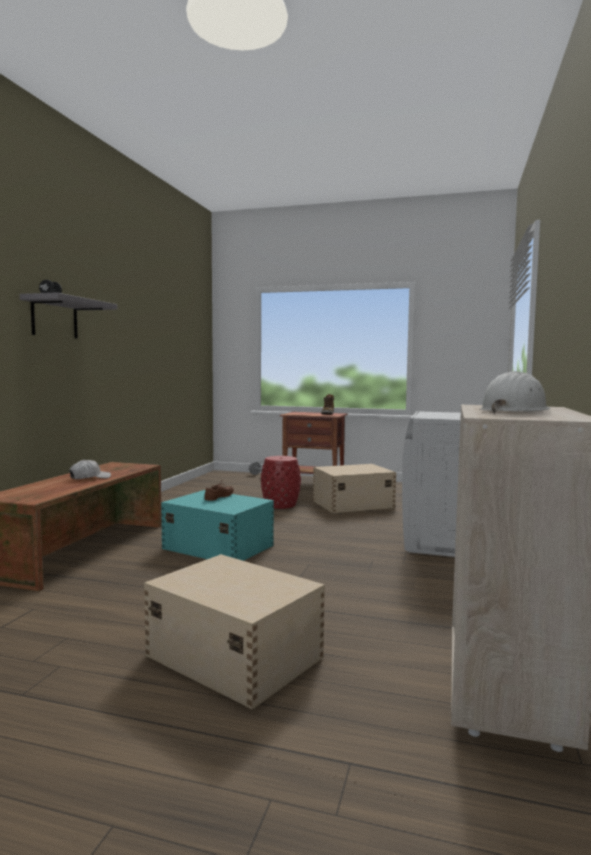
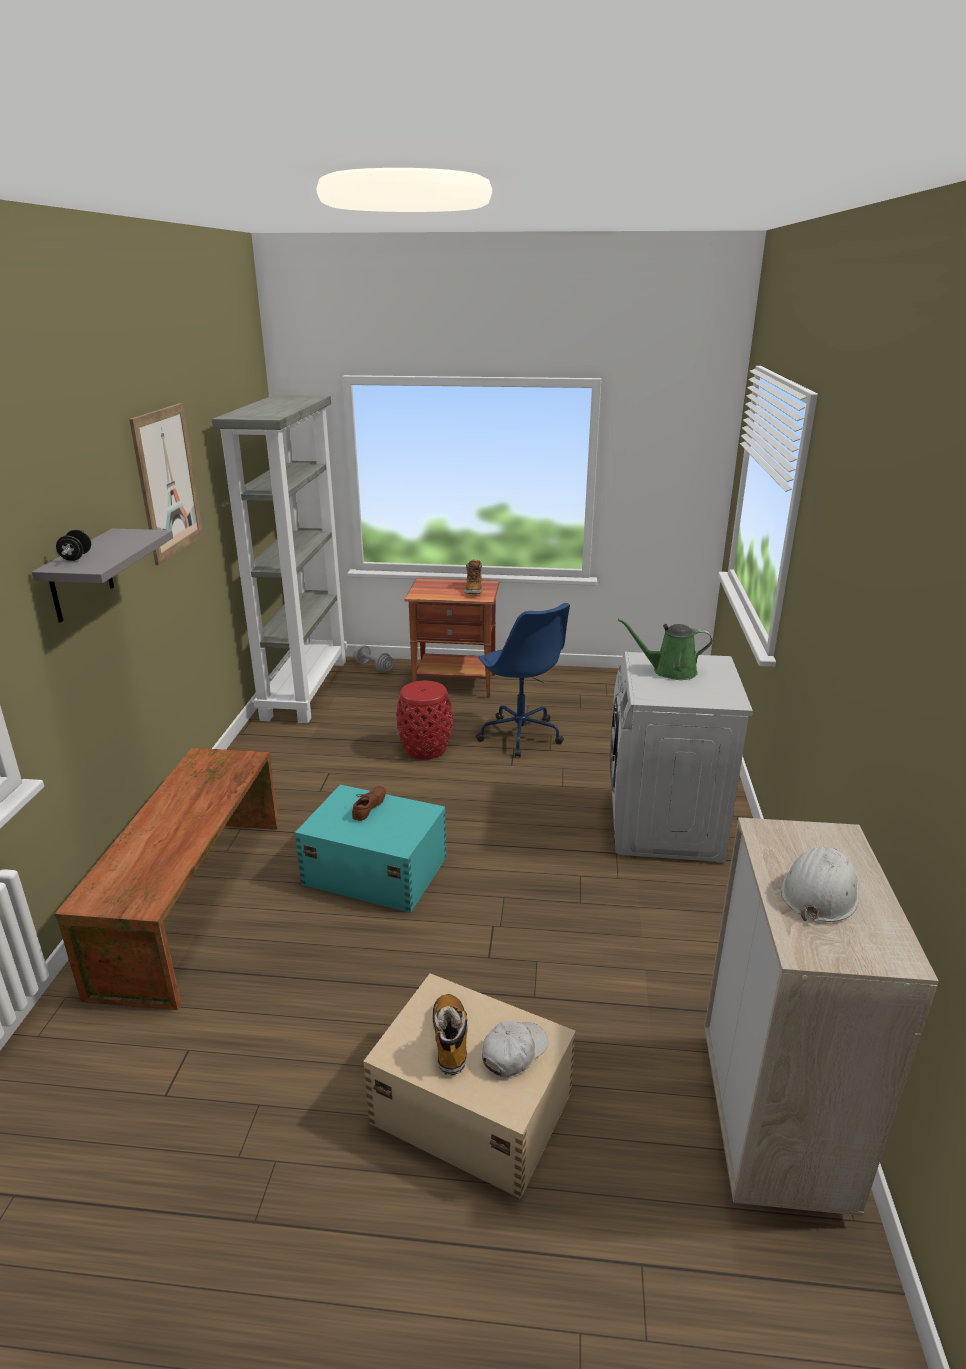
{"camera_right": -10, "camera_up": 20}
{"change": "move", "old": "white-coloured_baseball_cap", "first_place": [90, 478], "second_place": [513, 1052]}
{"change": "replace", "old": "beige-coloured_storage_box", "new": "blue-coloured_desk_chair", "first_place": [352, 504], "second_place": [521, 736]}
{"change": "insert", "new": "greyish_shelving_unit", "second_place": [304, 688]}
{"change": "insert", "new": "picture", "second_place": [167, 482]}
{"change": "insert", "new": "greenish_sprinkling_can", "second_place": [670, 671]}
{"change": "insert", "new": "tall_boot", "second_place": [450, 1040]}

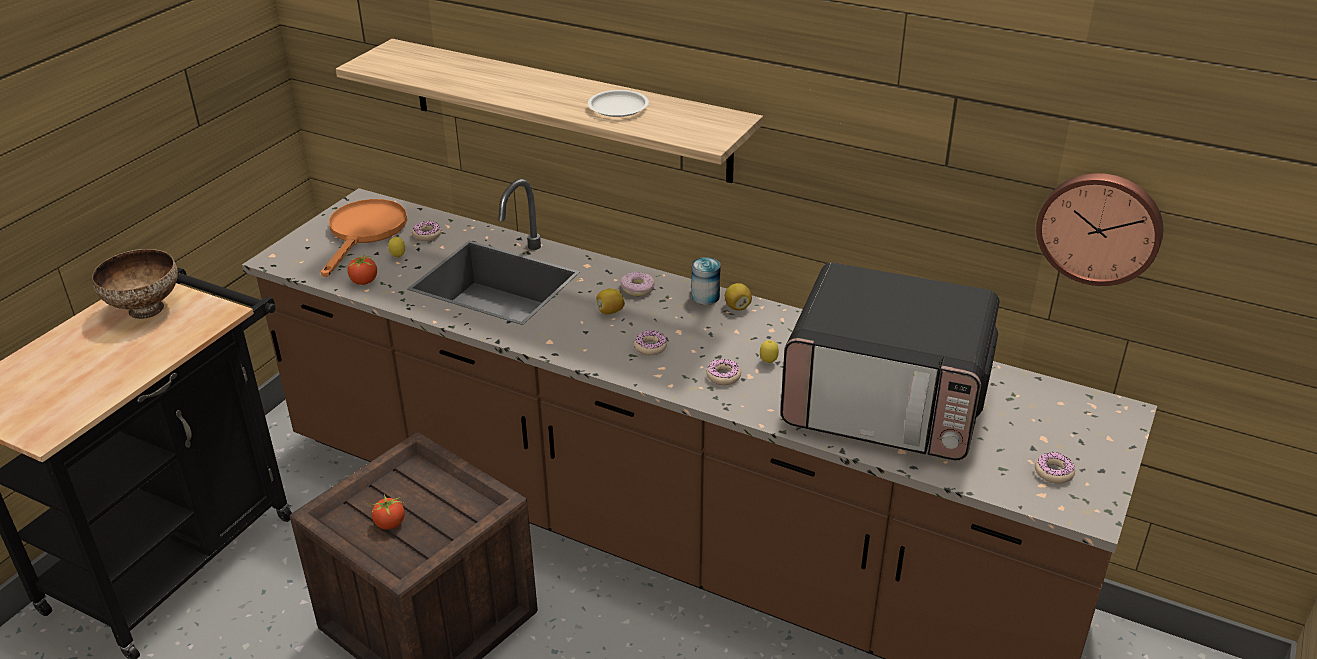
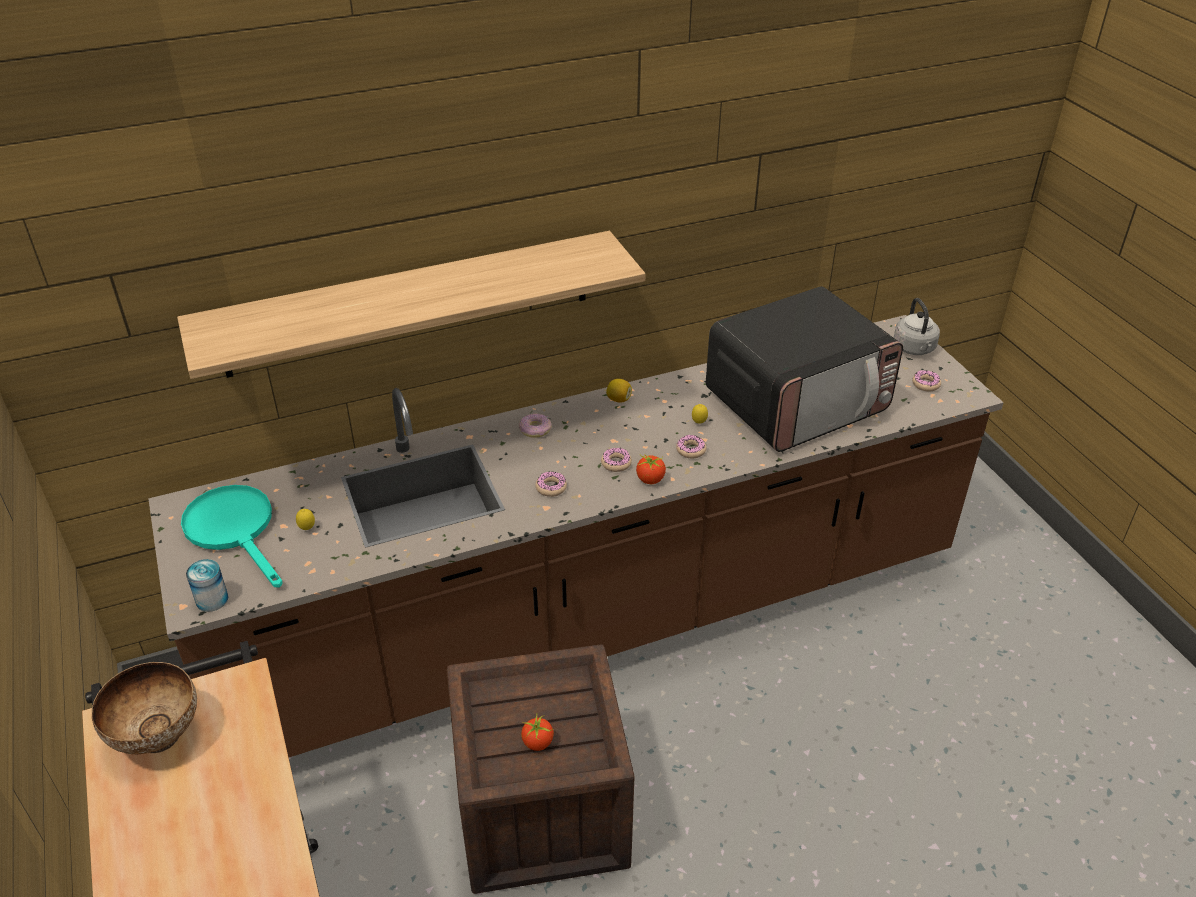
{"camera_right": -50, "camera_up": 5}
{"change": "delete", "old": "white-coloured_dinner_plate", "first_place": [618, 108]}
{"change": "delete", "old": "wall_clock", "first_place": [1100, 227]}
{"change": "recolor", "old": "orange-coloured_skillet", "new": "turquoise_skillet", "first_place": [365, 232], "second_place": [235, 530]}
{"change": "move", "old": "ring_doughnut", "first_place": [427, 235], "second_place": [551, 487]}
{"change": "move", "old": "fresh_tomato", "first_place": [364, 281], "second_place": [650, 479]}
{"change": "move", "old": "can", "first_place": [705, 296], "second_place": [212, 599]}
{"change": "delete", "old": "citrus_fruit", "first_place": [610, 311]}
{"change": "insert", "new": "greyish_tea_kettle", "second_place": [914, 349]}

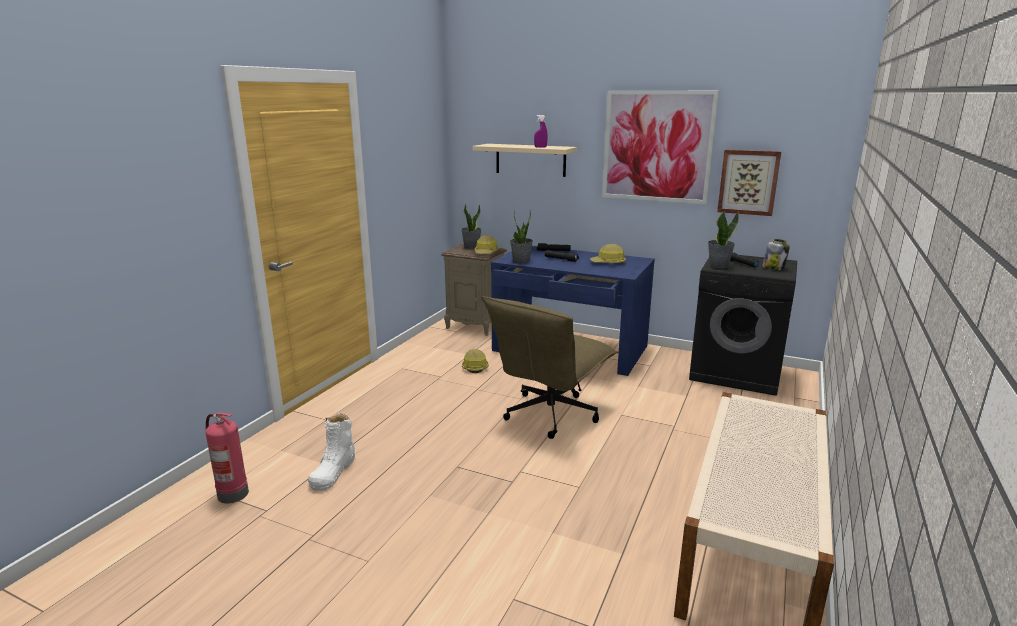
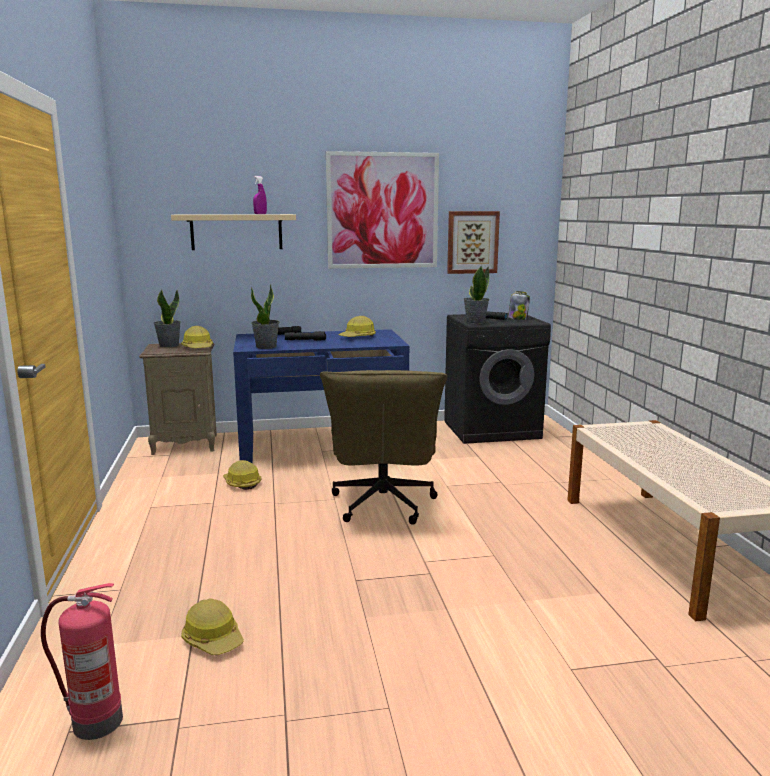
{"camera_right": -35, "camera_up": -5}
{"change": "replace", "old": "white-coloured_tall_boot", "new": "safety_helmet", "first_place": [333, 471], "second_place": [214, 639]}

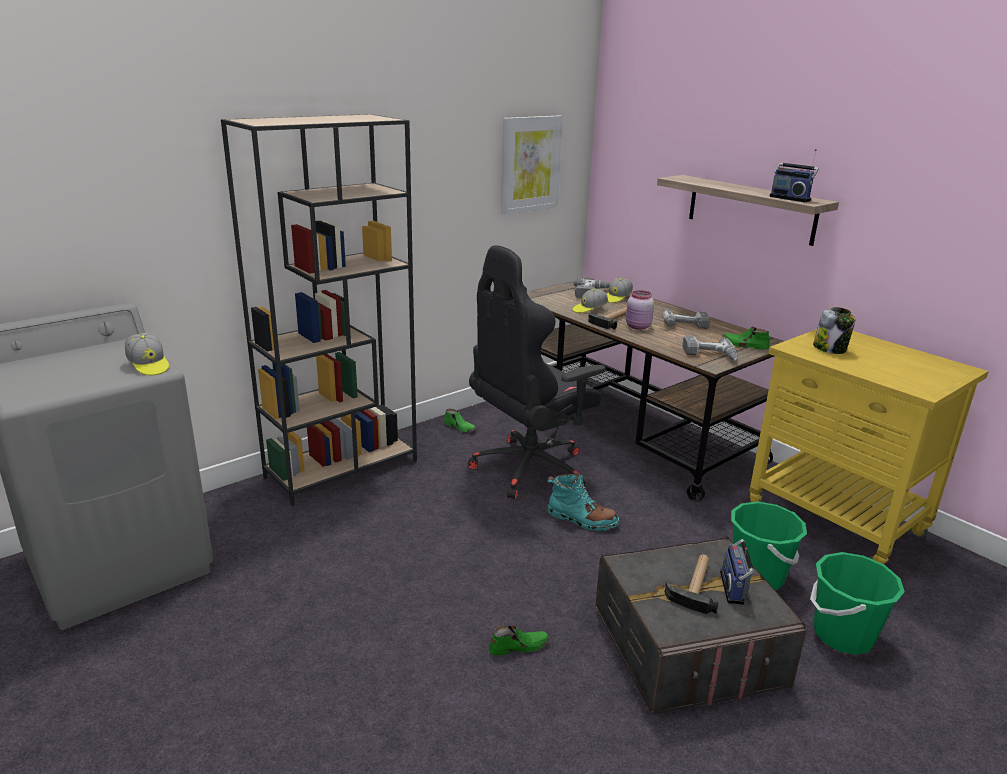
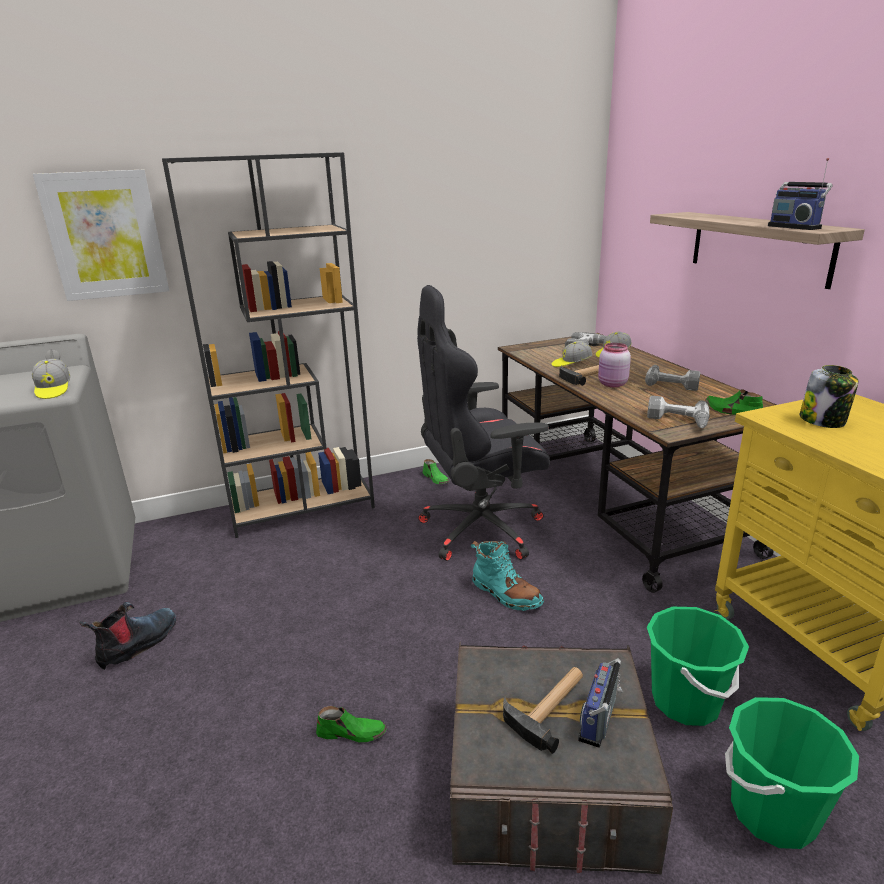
{"camera_right": 20, "camera_up": 0}
{"change": "move", "old": "picture", "first_place": [530, 164], "second_place": [105, 235]}
{"change": "insert", "new": "tall_boot", "second_place": [138, 644]}

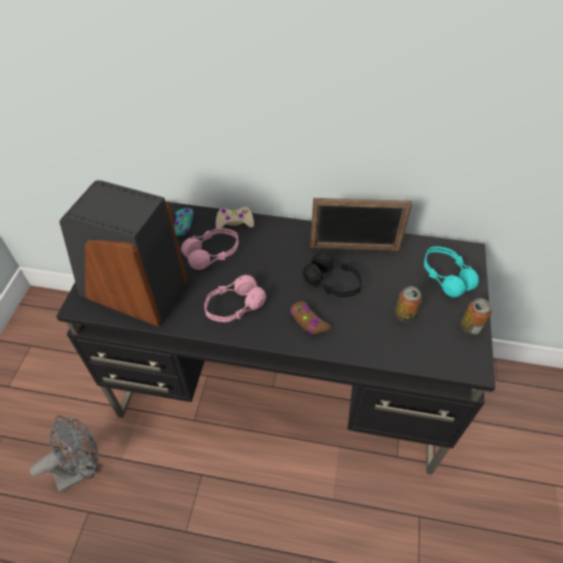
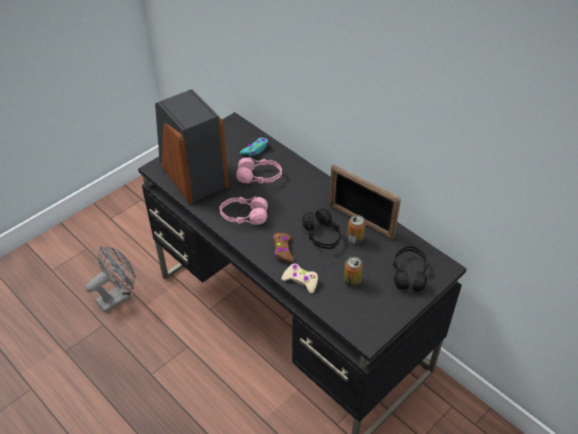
{"camera_right": 35, "camera_up": -5}
{"change": "move", "old": "beige-coloured_joypad", "first_place": [234, 222], "second_place": [301, 280]}
{"change": "recolor", "old": "turquoise_headphones", "new": "blackish_headphones", "first_place": [445, 276], "second_place": [409, 273]}
{"change": "move", "old": "can", "first_place": [470, 327], "second_place": [355, 239]}
{"change": "rotate", "old": "greyish_fan", "first_place": [82, 469], "second_place": [118, 296], "degrees": -45}

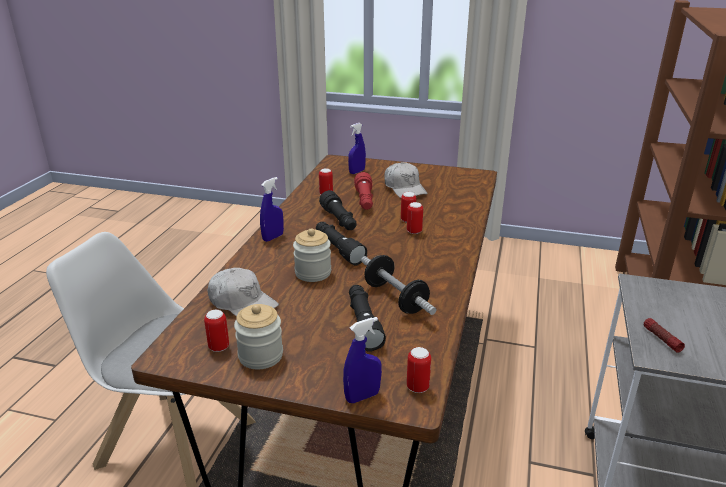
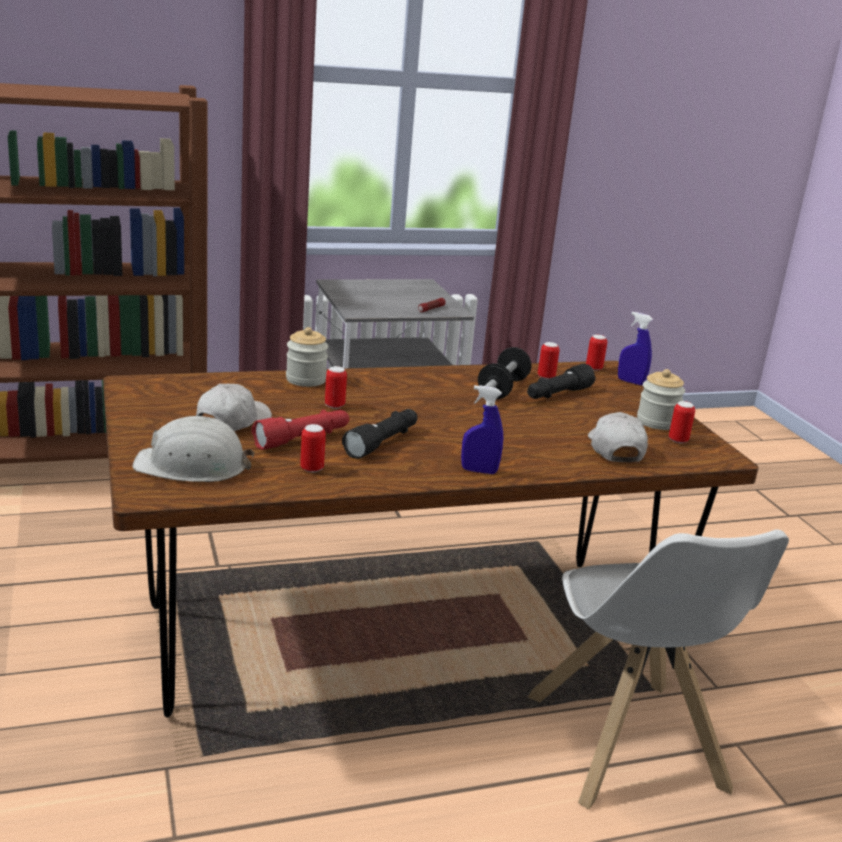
{"camera_right": -125, "camera_up": -5}
{"change": "replace", "old": "blue-coloured_spray_bottle", "new": "white-coloured_safety_helmet", "first_place": [357, 172], "second_place": [192, 465]}
{"change": "move", "old": "can", "first_place": [414, 231], "second_place": [546, 377]}
{"change": "delete", "old": "blackish_flashlight", "first_place": [338, 249]}
{"change": "move", "old": "jar", "first_place": [313, 273], "second_place": [306, 379]}

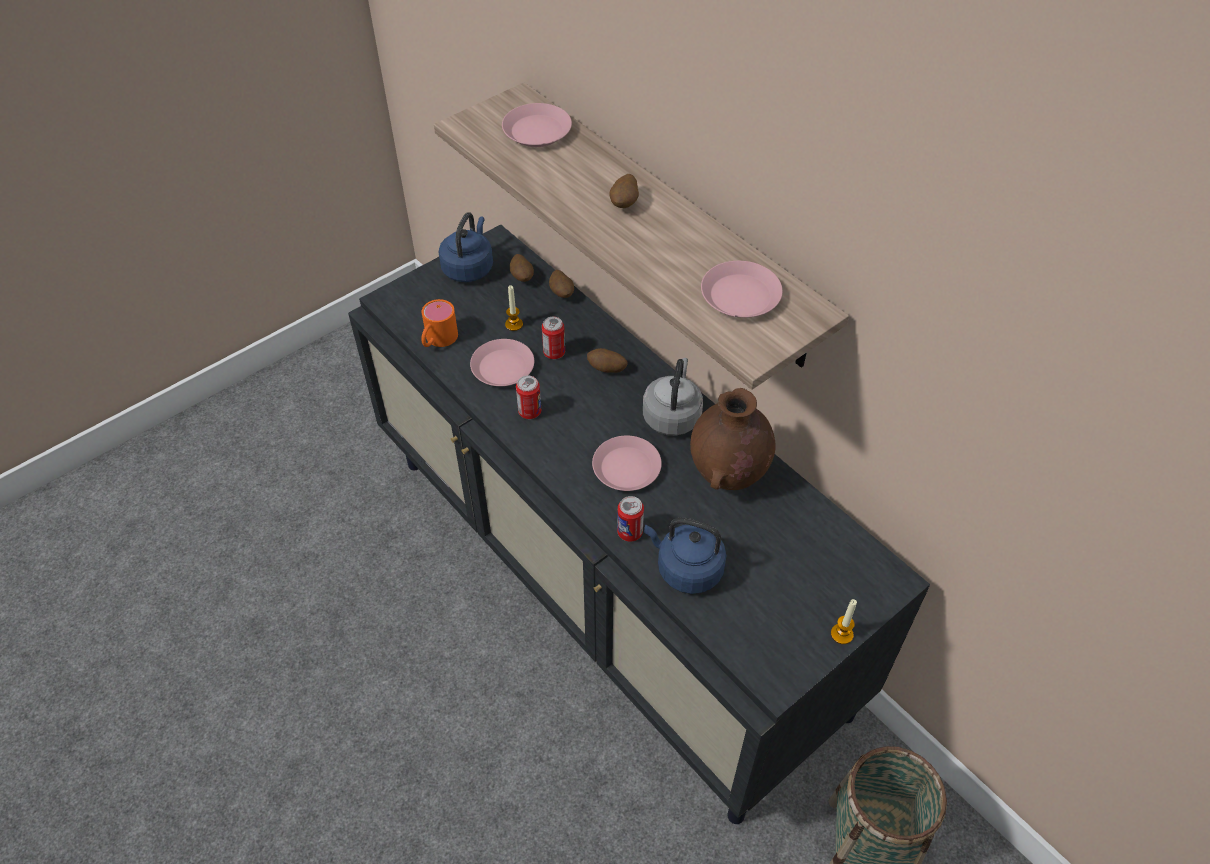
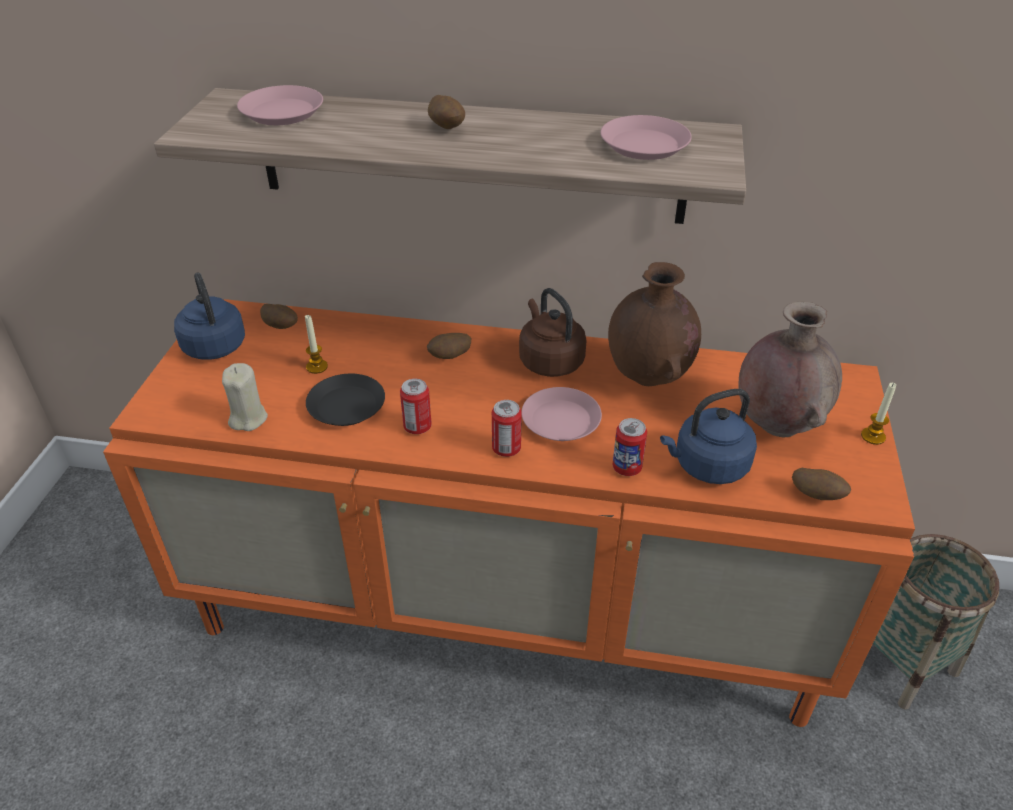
{"camera_right": -40, "camera_up": -10}
{"change": "recolor", "old": "blackish_cupboard", "new": "orange-coloured_cupboard", "first_place": [606, 584], "second_place": [507, 609]}
{"change": "move", "old": "whole_potato", "first_place": [562, 293], "second_place": [816, 495]}
{"change": "replace", "old": "orange-coloured_tea_mug", "new": "beige-coloured_wax_candle", "first_place": [437, 340], "second_place": [248, 418]}
{"change": "move", "old": "can", "first_place": [554, 353], "second_place": [506, 449]}
{"change": "recolor", "old": "pinkish_dinner_plate", "new": "blackish_dinner_plate", "first_place": [502, 367], "second_place": [346, 406]}
{"change": "recolor", "old": "greyish_tea_kettle", "new": "brown-coloured_tea_kettle", "first_place": [672, 415], "second_place": [549, 361]}
{"change": "insert", "new": "brown-coloured_flower_vase", "second_place": [776, 424]}

